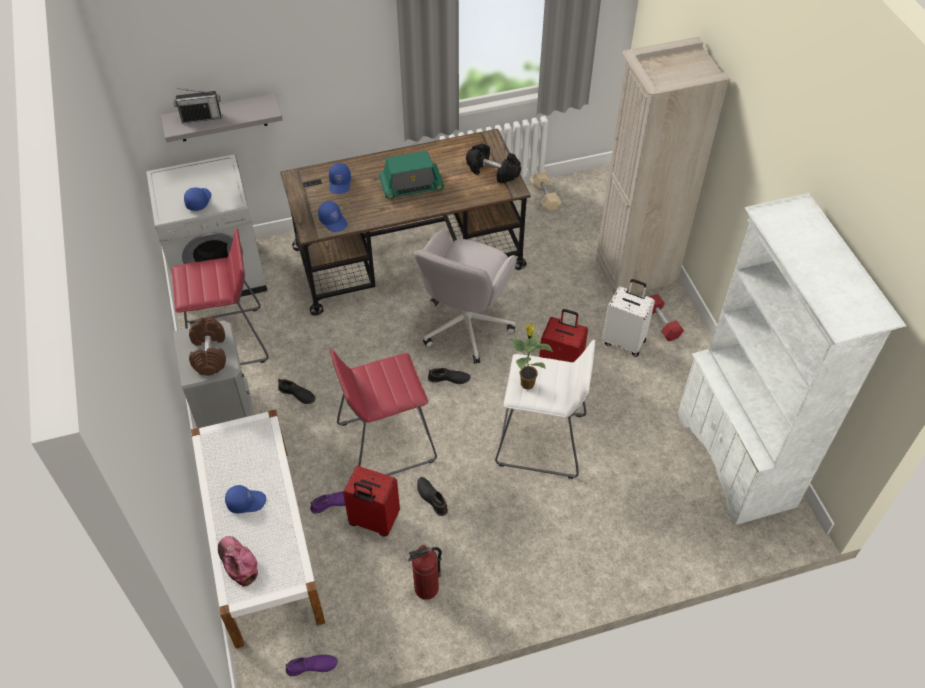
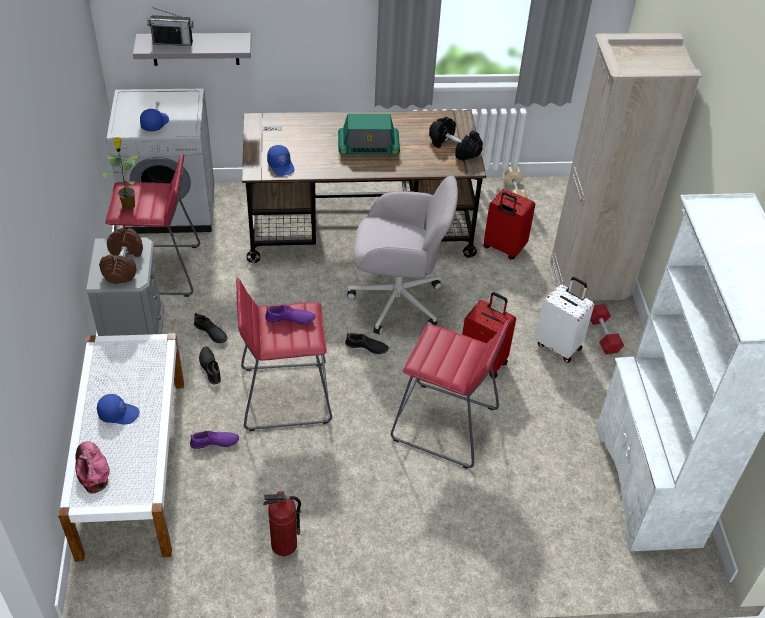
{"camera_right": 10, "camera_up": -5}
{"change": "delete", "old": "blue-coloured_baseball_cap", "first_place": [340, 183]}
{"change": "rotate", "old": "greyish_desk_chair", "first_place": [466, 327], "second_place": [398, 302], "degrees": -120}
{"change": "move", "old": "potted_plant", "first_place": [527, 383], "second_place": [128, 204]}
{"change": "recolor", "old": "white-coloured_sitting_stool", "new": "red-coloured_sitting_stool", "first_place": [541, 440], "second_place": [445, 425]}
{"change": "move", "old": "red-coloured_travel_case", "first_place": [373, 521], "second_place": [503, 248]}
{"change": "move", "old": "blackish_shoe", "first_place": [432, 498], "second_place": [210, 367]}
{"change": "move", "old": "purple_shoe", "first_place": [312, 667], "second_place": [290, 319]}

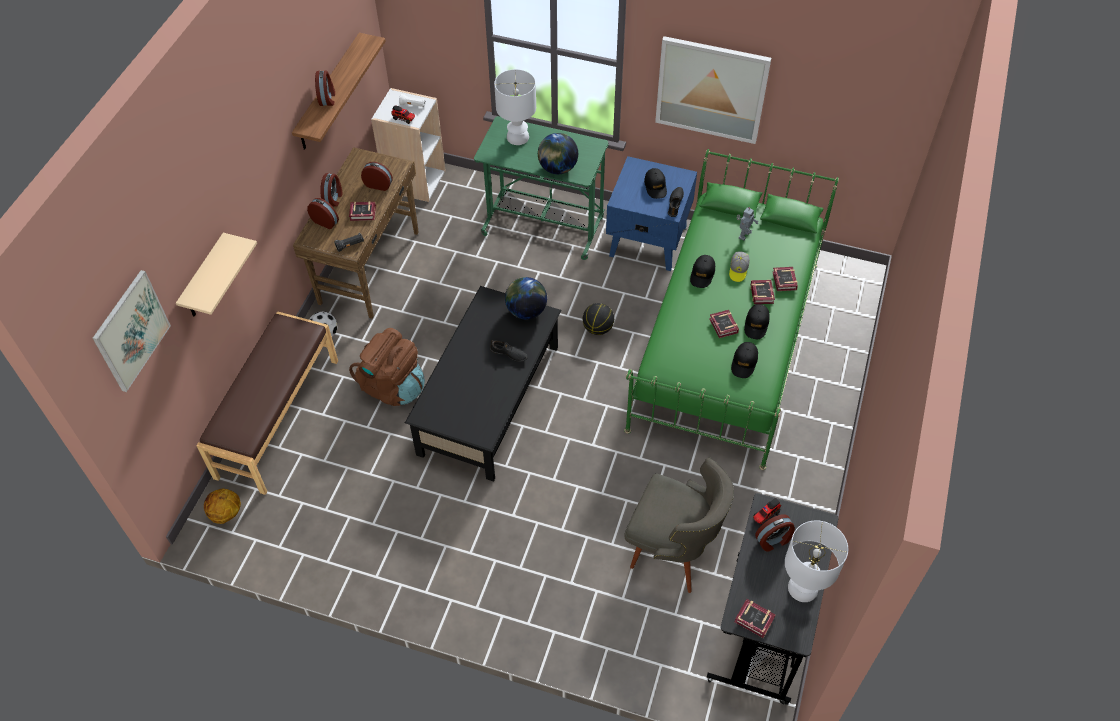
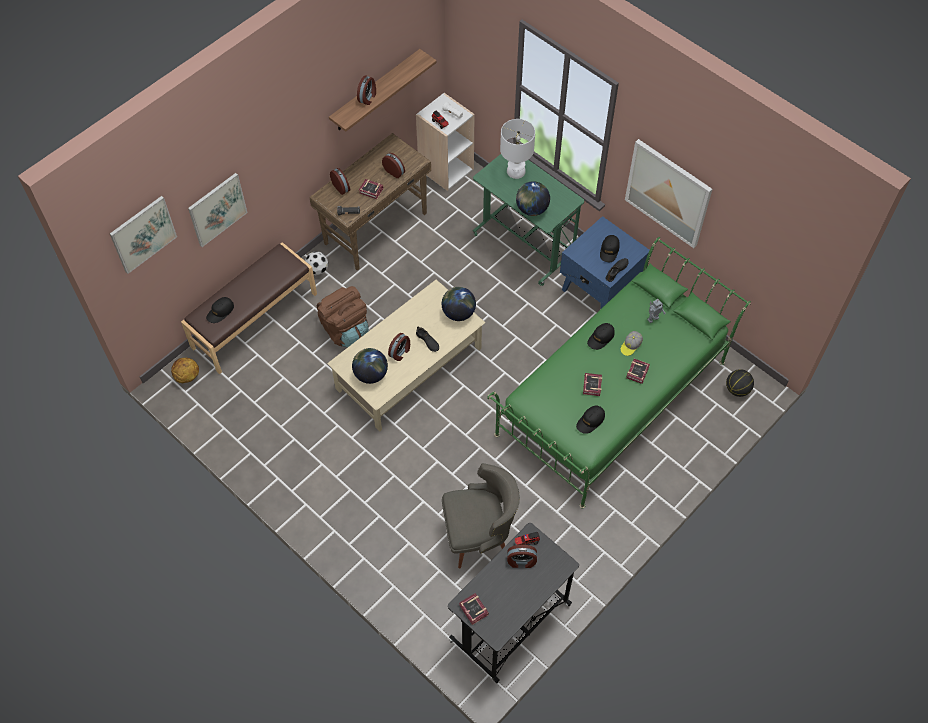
{"camera_right": 25, "camera_up": 5}
{"change": "move", "old": "table_clock", "first_place": [333, 198], "second_place": [400, 352]}
{"change": "replace", "old": "beige-coloured_shelf", "new": "picture", "first_place": [204, 279], "second_place": [217, 209]}
{"change": "delete", "old": "book", "first_place": [784, 282]}
{"change": "recolor", "old": "blackish_low_table", "new": "beige-coloured_low_table", "first_place": [488, 398], "second_place": [409, 367]}
{"change": "move", "old": "basketball_ball", "first_place": [597, 328], "second_place": [737, 389]}
{"change": "move", "old": "blackish_baseball_cap", "first_place": [756, 324], "second_place": [220, 312]}
{"change": "rotate", "old": "greyish_plain_chair", "first_place": [672, 551], "second_place": [478, 538], "degrees": -60}
{"change": "delete", "old": "white-coloured_lamp_for_a_table", "first_place": [802, 587]}
{"change": "insert", "new": "globe", "second_place": [371, 374]}

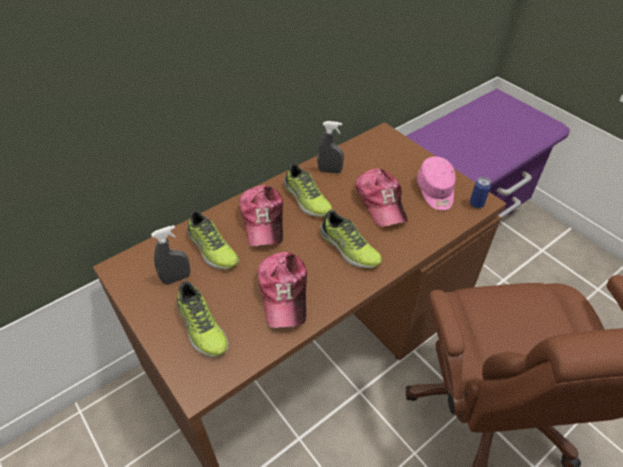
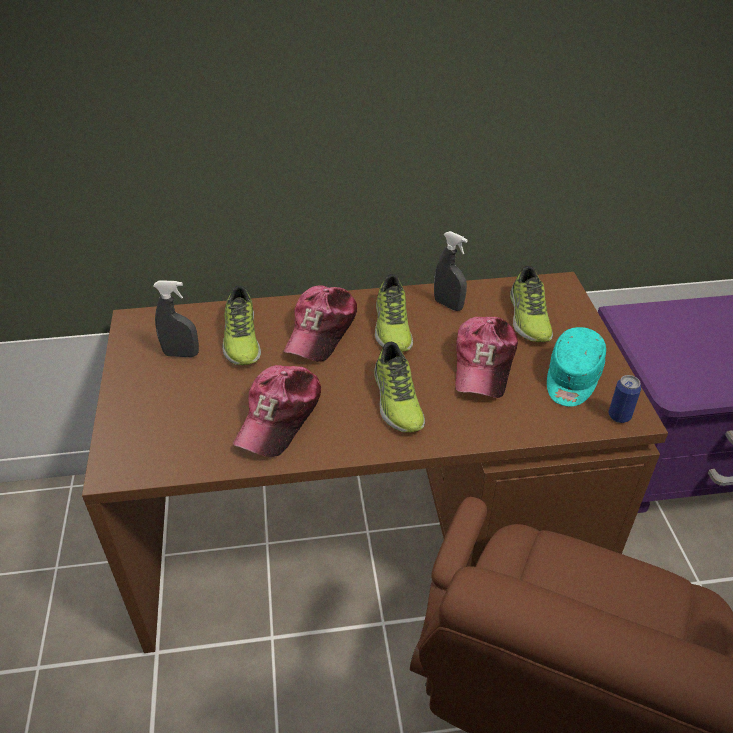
{"camera_right": 30, "camera_up": -5}
{"change": "recolor", "old": "pinkish_baseball_cap", "new": "turquoise_baseball_cap", "first_place": [435, 191], "second_place": [572, 379]}
{"change": "move", "old": "shoe", "first_place": [201, 327], "second_place": [528, 317]}

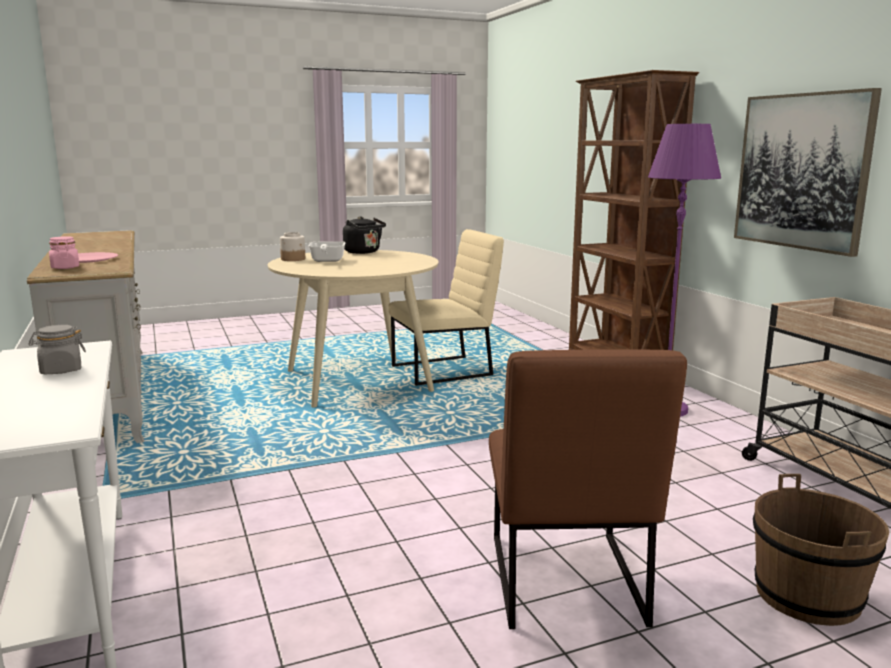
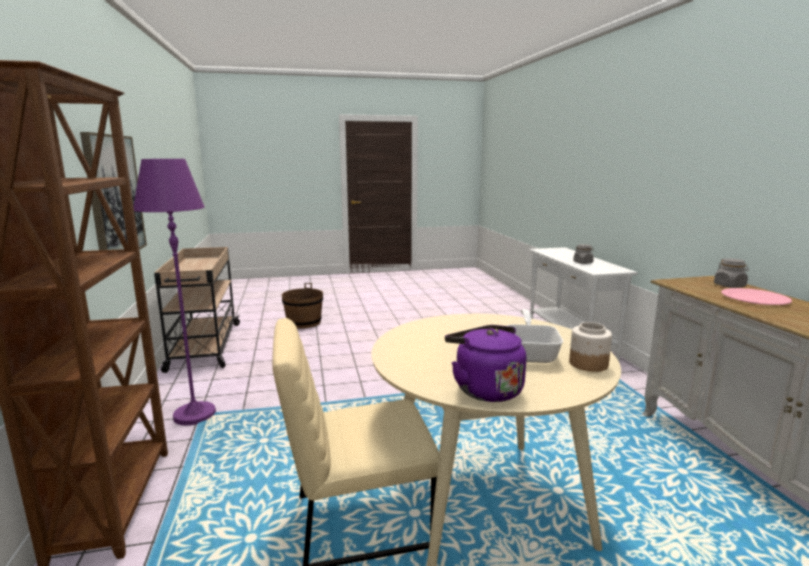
{"camera_right": -170, "camera_up": 0}
{"change": "recolor", "old": "blackish_tea_kettle", "new": "purple_tea_kettle", "first_place": [364, 252], "second_place": [485, 389]}
{"change": "recolor", "old": "pinkish_jar", "new": "greyish_jar", "first_place": [65, 267], "second_place": [729, 286]}
{"change": "delete", "old": "brown-coloured_plain_chair", "first_place": [565, 582]}

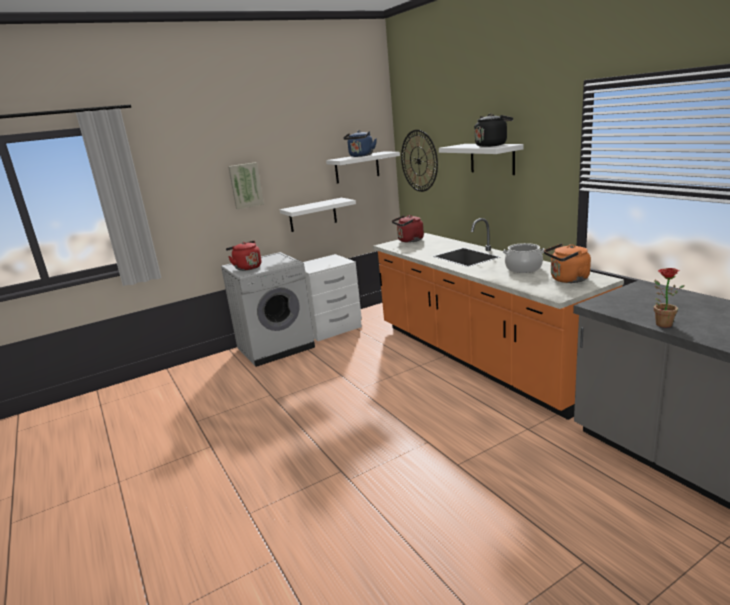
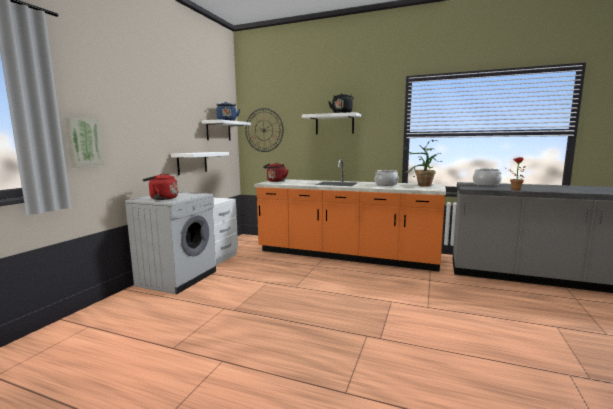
{"camera_right": -40, "camera_up": -10}
{"change": "move", "old": "picture", "first_place": [245, 185], "second_place": [84, 142]}
{"change": "replace", "old": "orange-coloured_tea_kettle", "new": "potted_plant", "first_place": [567, 280], "second_place": [421, 186]}
{"change": "insert", "new": "stockpot", "second_place": [486, 184]}

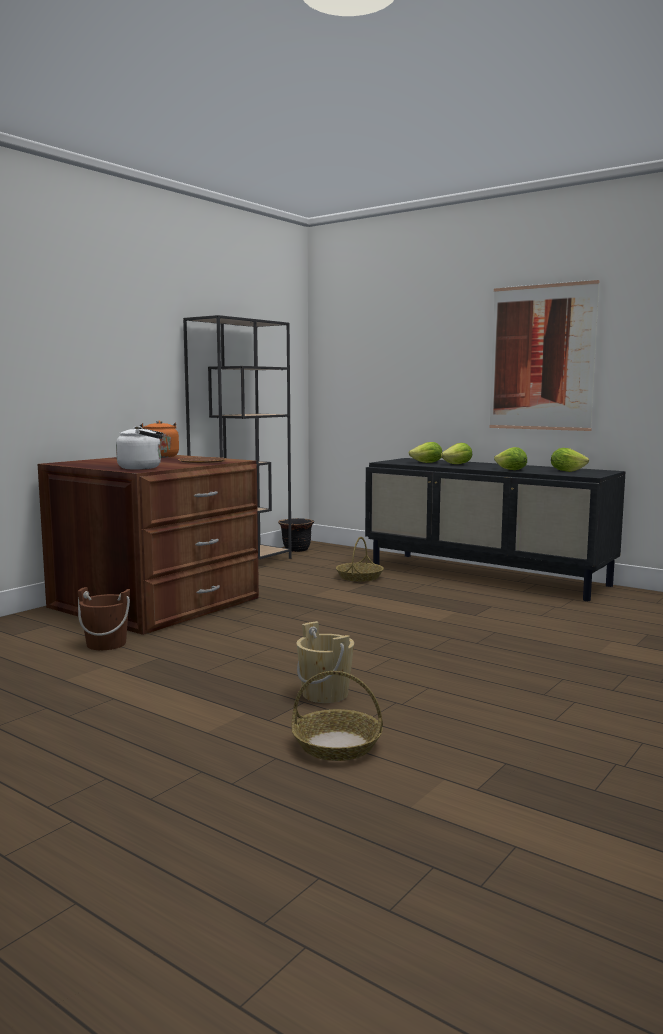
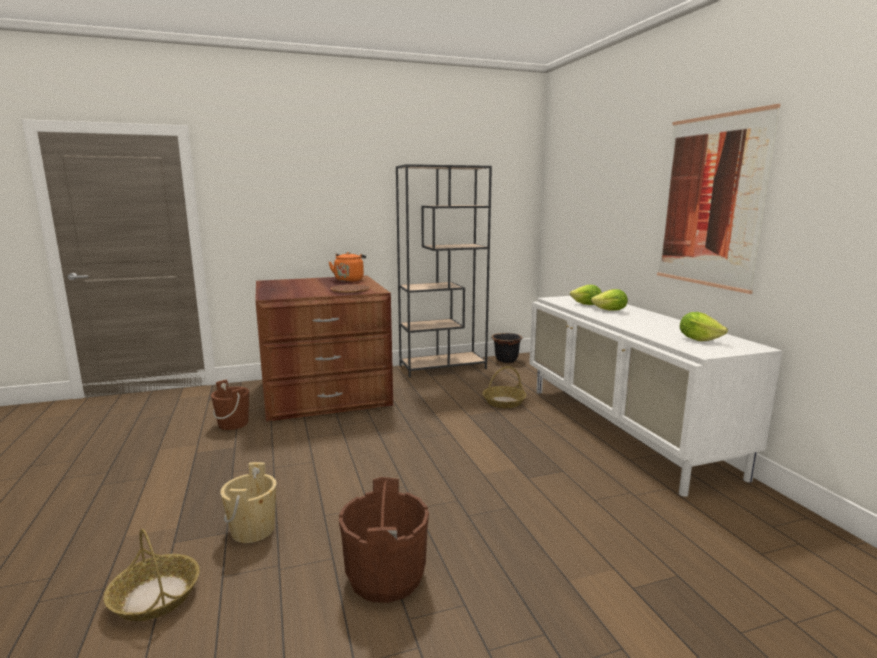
{"camera_right": 35, "camera_up": 5}
{"change": "delete", "old": "white-coloured_tea_kettle", "first_place": [142, 468]}
{"change": "delete", "old": "head_of_lettuce", "first_place": [511, 470]}
{"change": "recolor", "old": "blackish_cupboard", "new": "white-coloured_cupboard", "first_place": [485, 576], "second_place": [621, 429]}
{"change": "insert", "new": "brown-coloured_pail", "second_place": [386, 576]}

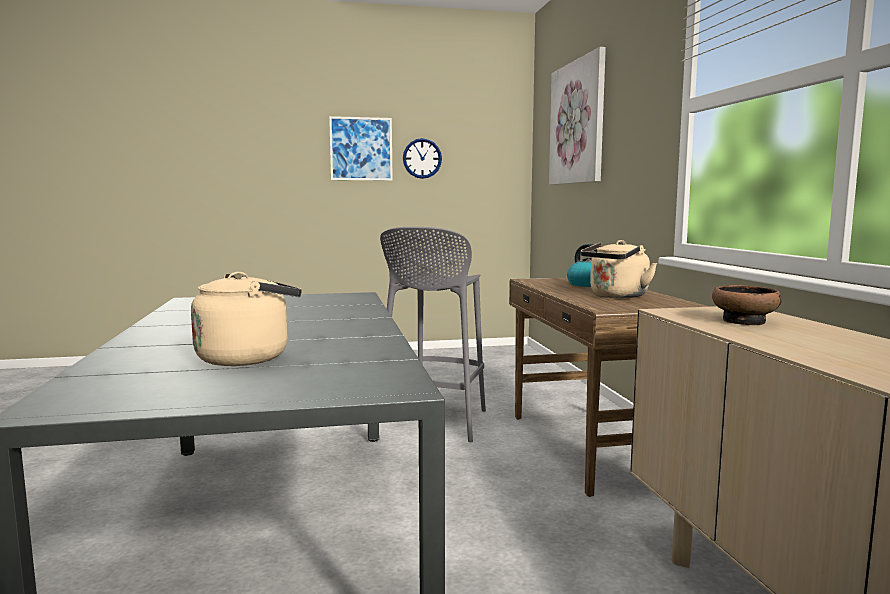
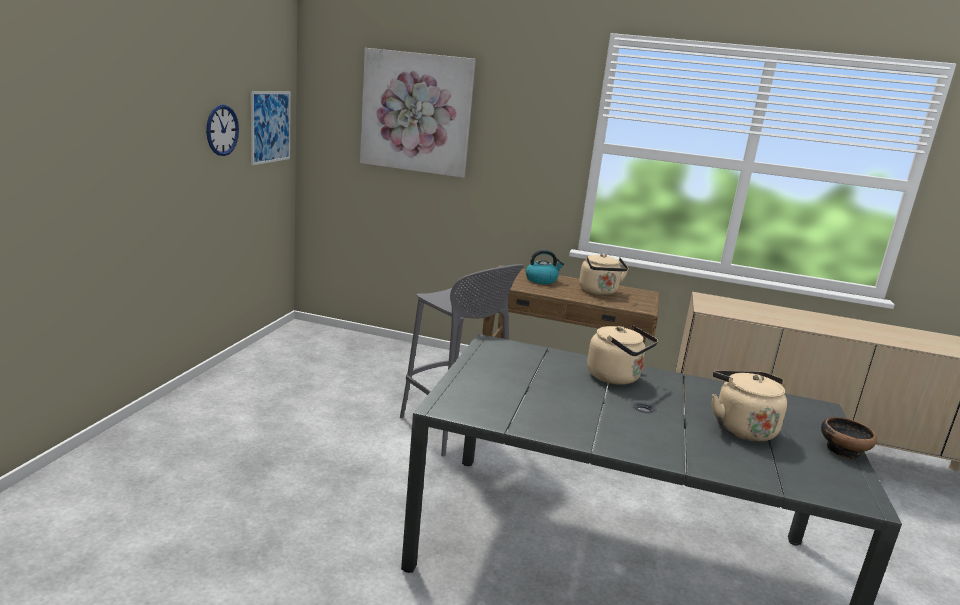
{"camera_right": -65, "camera_up": 10}
{"change": "move", "old": "picture", "first_place": [361, 149], "second_place": [270, 127]}
{"change": "move", "old": "bowl", "first_place": [745, 321], "second_place": [843, 450]}
{"change": "insert", "new": "beige-coloured_tea_kettle", "second_place": [616, 377]}

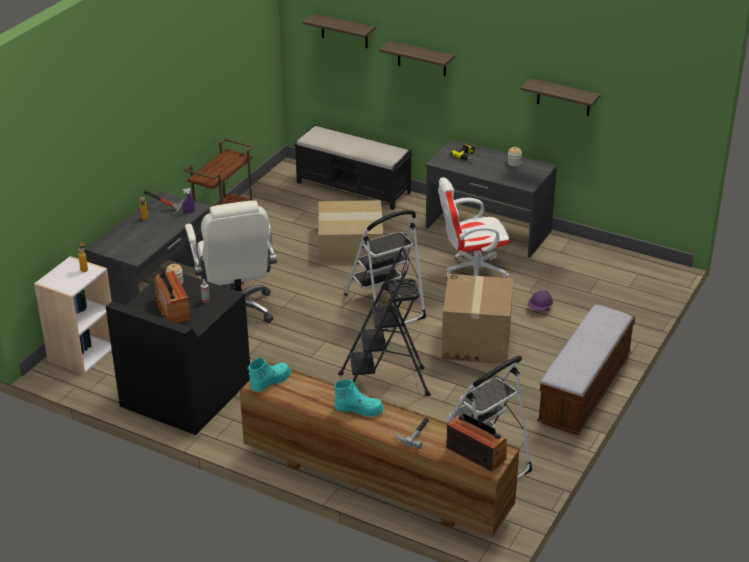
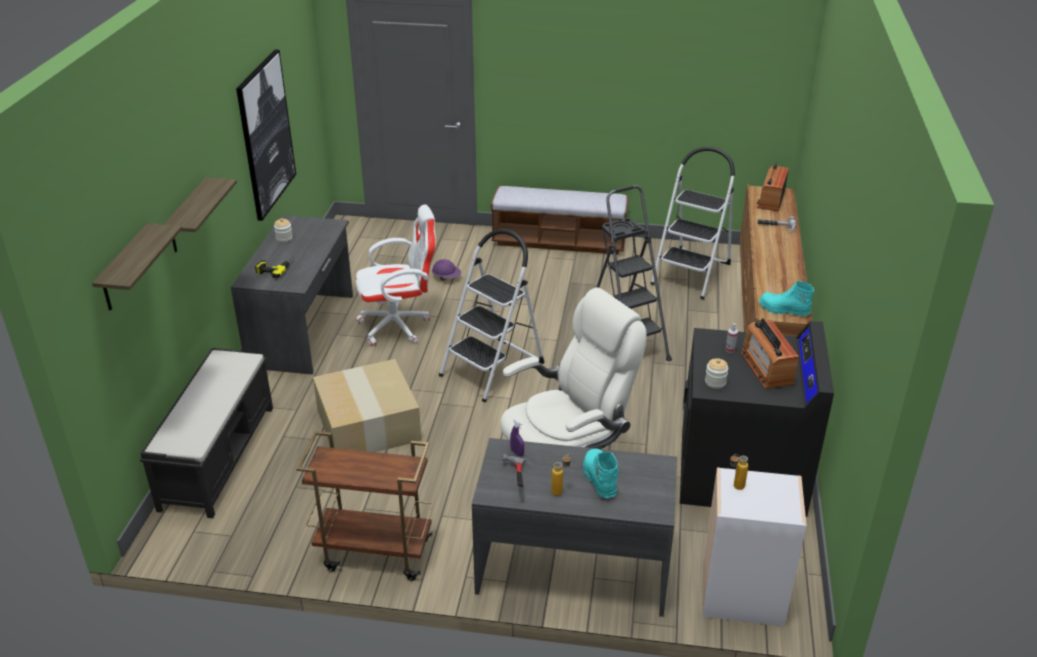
{"camera_right": -110, "camera_up": 0}
{"change": "replace", "old": "shelf", "new": "picture", "first_place": [563, 97], "second_place": [266, 134]}
{"change": "rotate", "old": "white-coloured_desk_chair", "first_place": [470, 273], "second_place": [400, 326], "degrees": -75}
{"change": "rotate", "old": "radio", "first_place": [172, 309], "second_place": [766, 368], "degrees": 120}
{"change": "delete", "old": "packing_box", "first_place": [476, 342]}
{"change": "move", "old": "turquoise_tall_boot", "first_place": [359, 409], "second_place": [599, 479]}

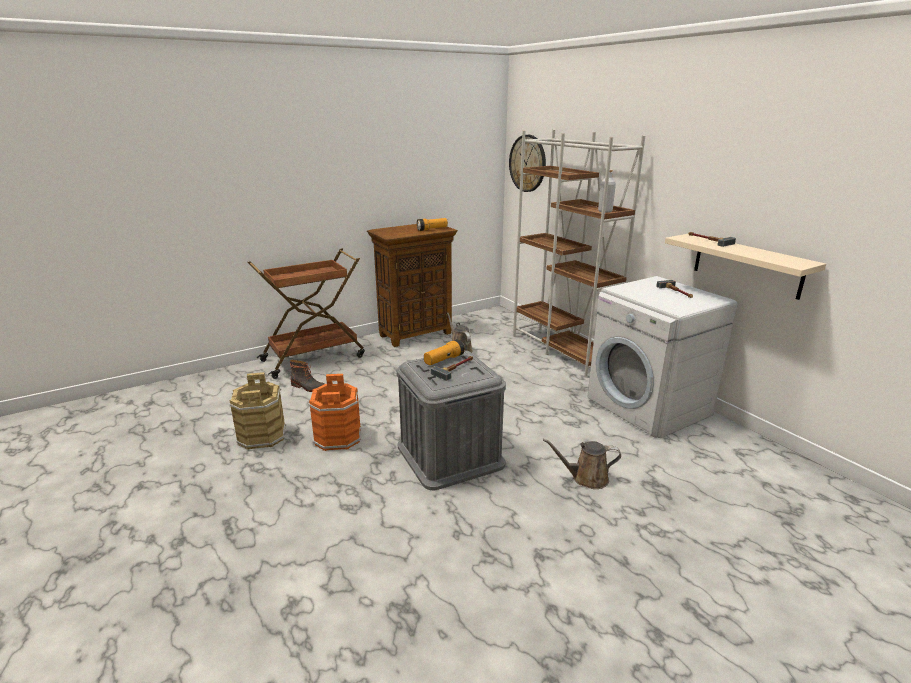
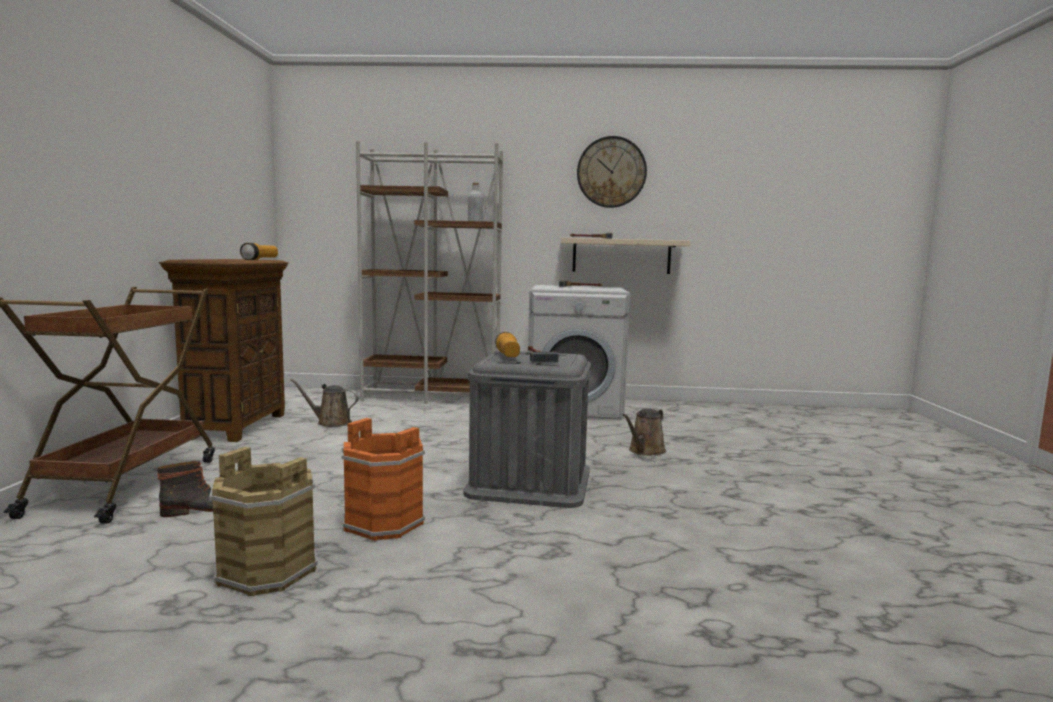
{"camera_right": -55, "camera_up": -15}
{"change": "move", "old": "wall_clock", "first_place": [527, 163], "second_place": [611, 172]}

